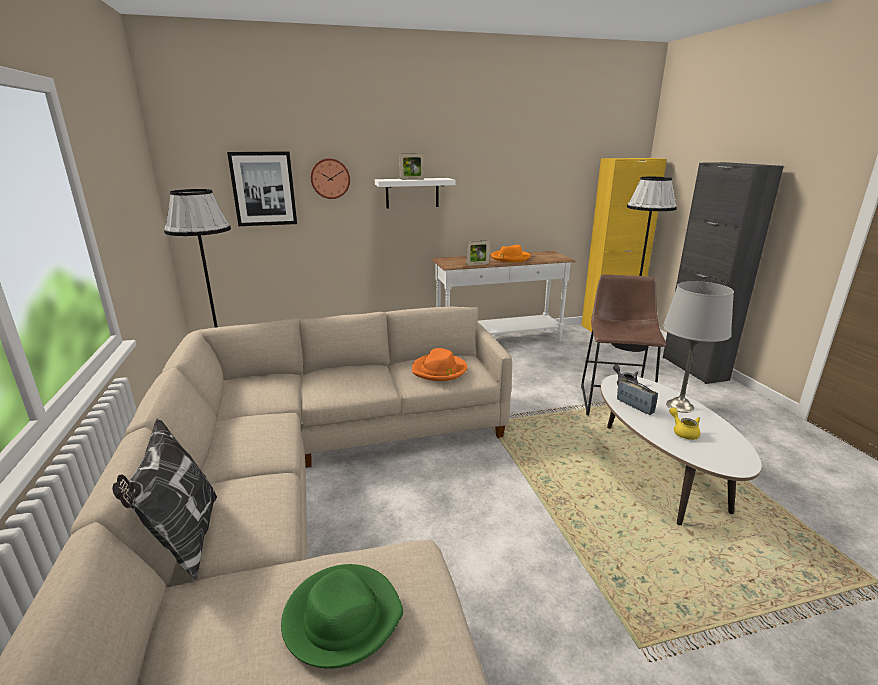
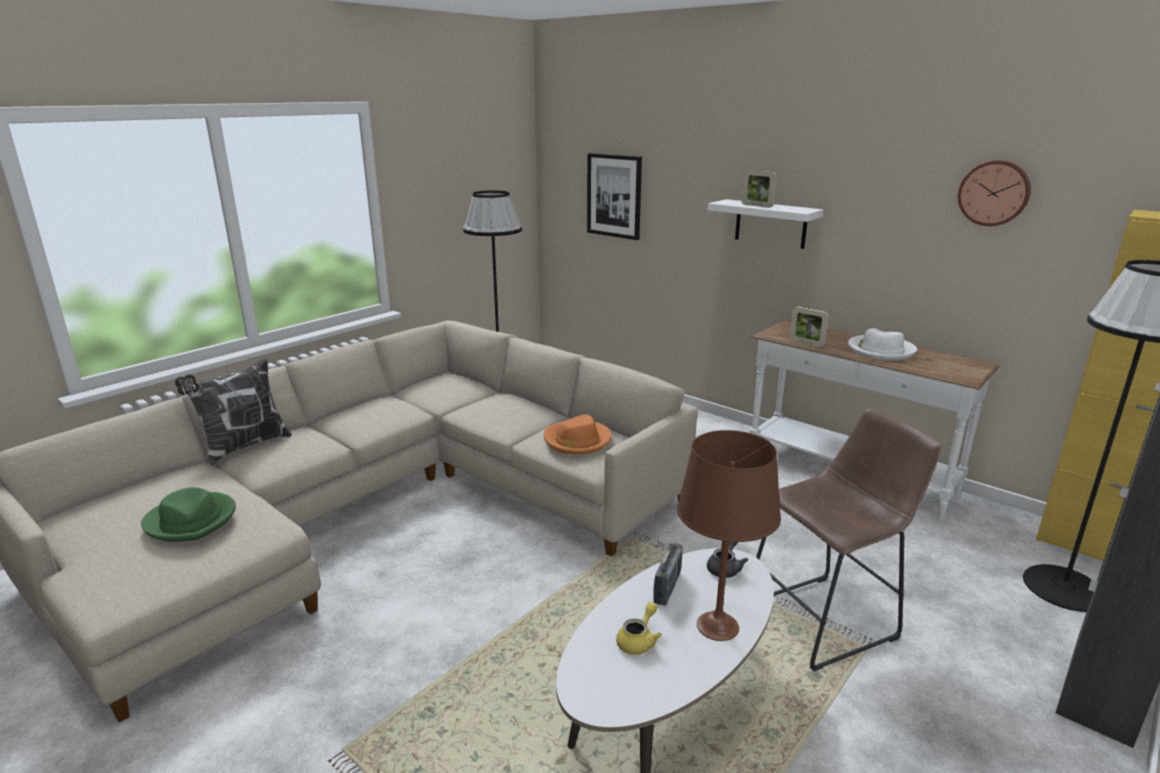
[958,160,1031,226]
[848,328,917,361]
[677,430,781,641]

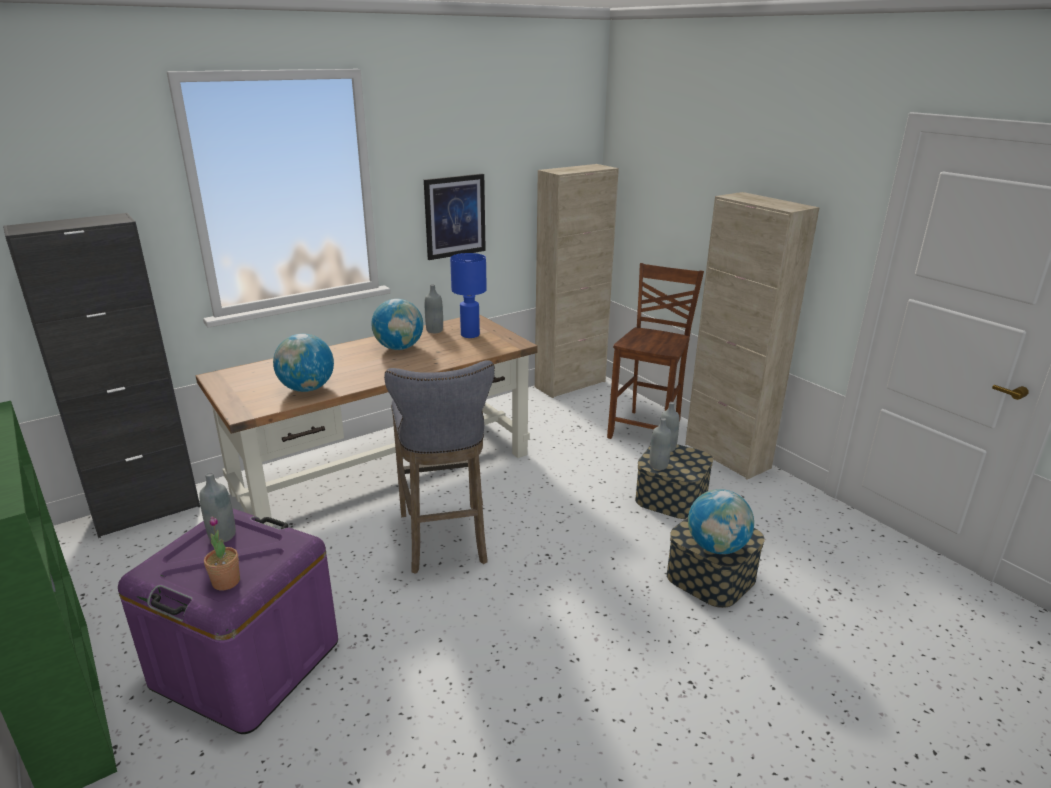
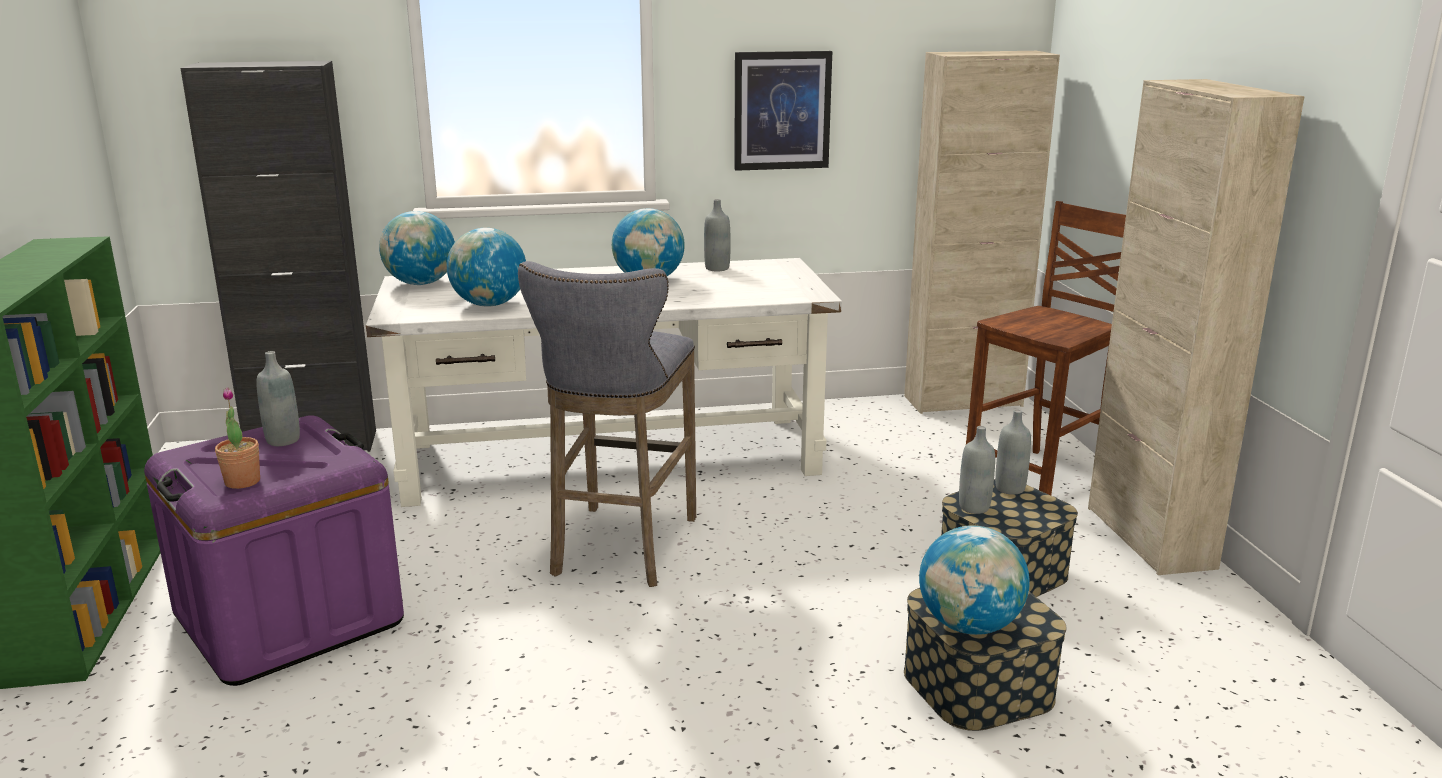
[366,258,842,507]
[450,253,487,338] (first image)
[379,211,455,285]

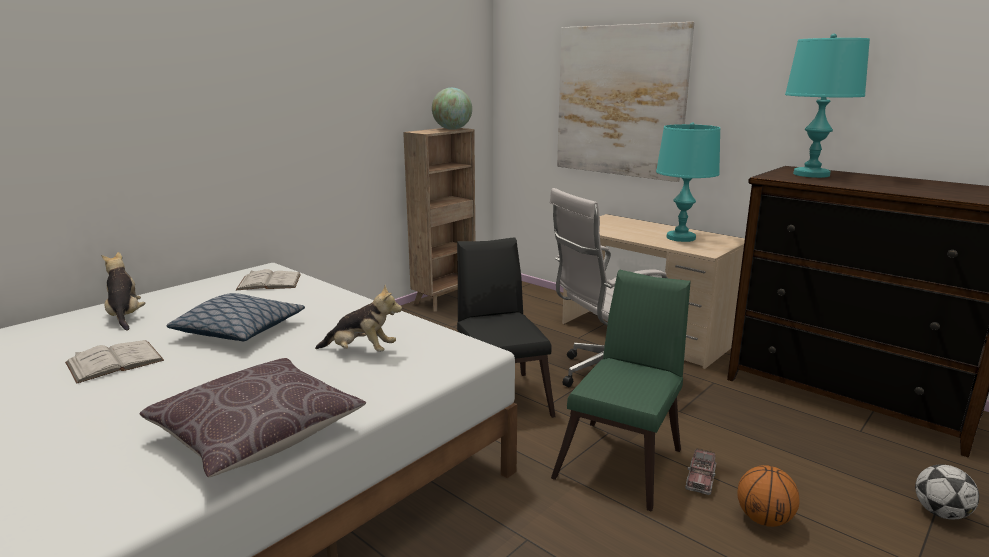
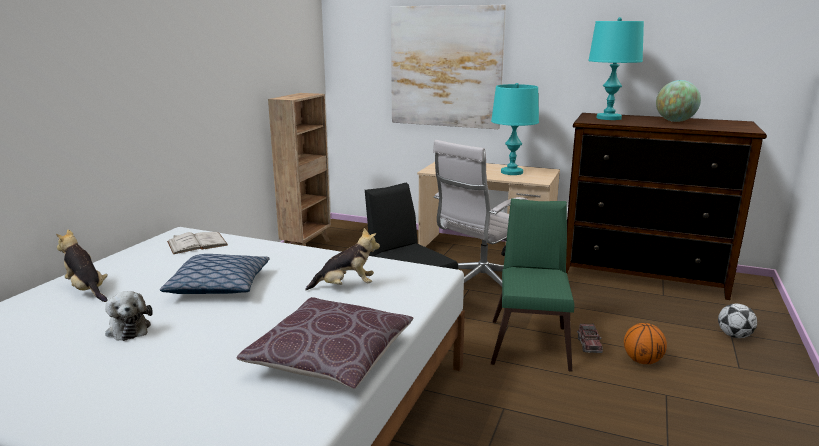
[105,291,153,341]
[656,80,701,122]

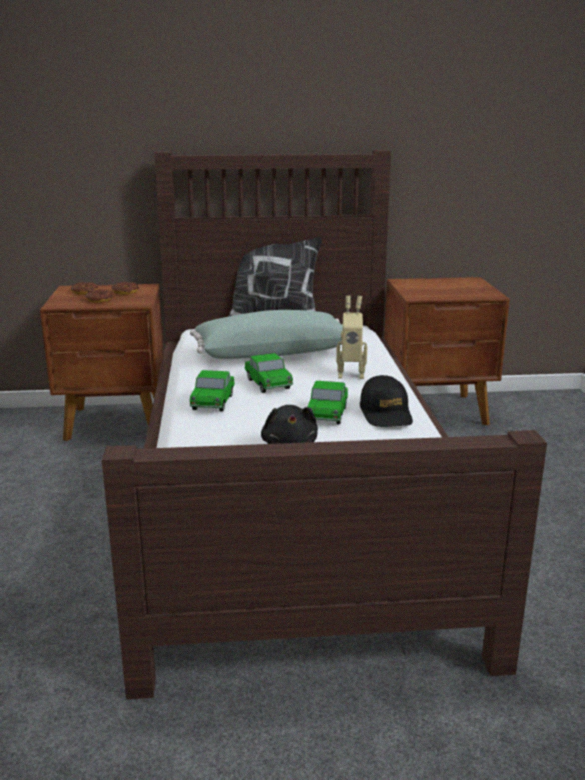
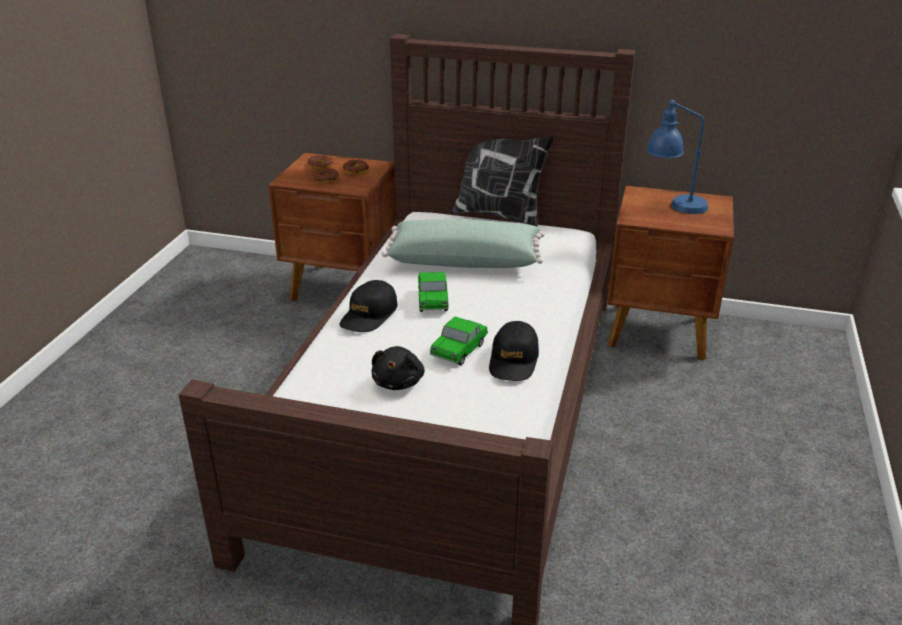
[339,280,398,332]
[336,295,368,379] (first image)
[646,100,708,214]

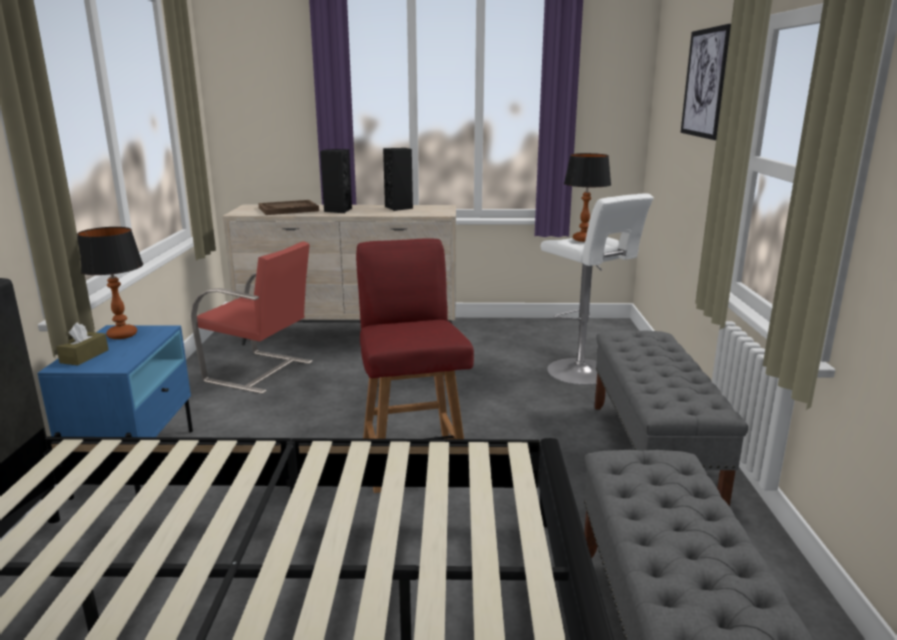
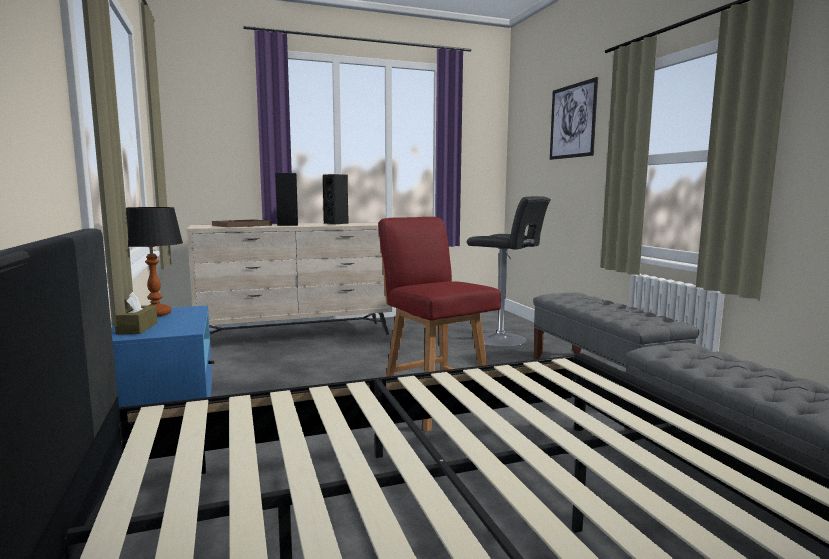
[191,241,312,394] (first image)
[467,196,551,347]
[564,153,611,242] (first image)

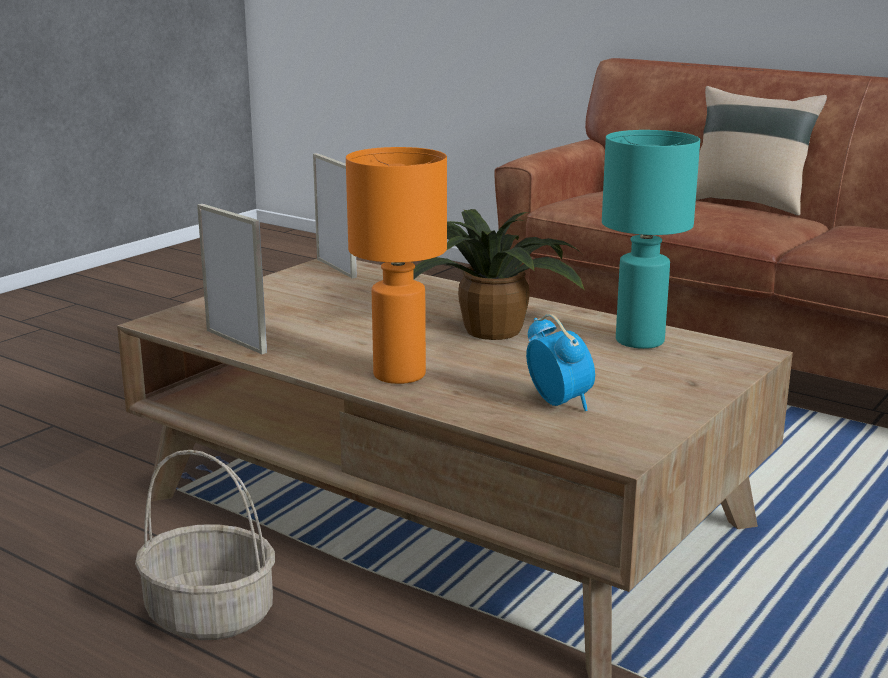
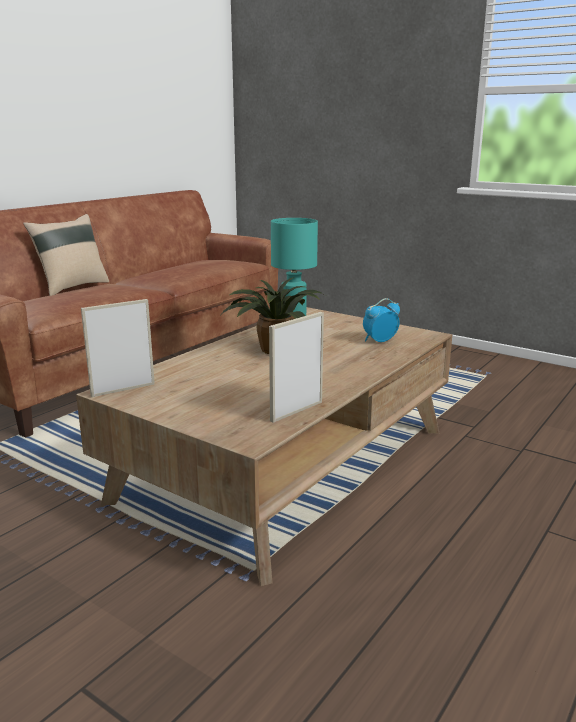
[135,450,275,640] (first image)
[346,147,447,384] (first image)

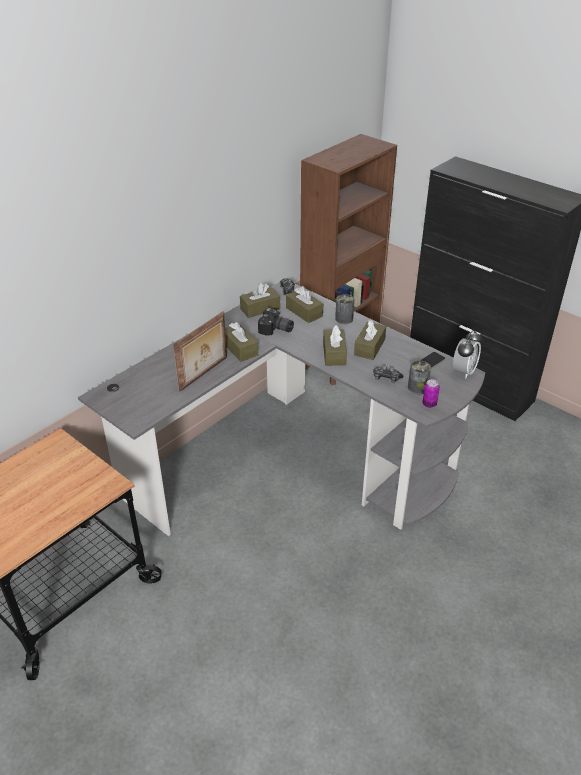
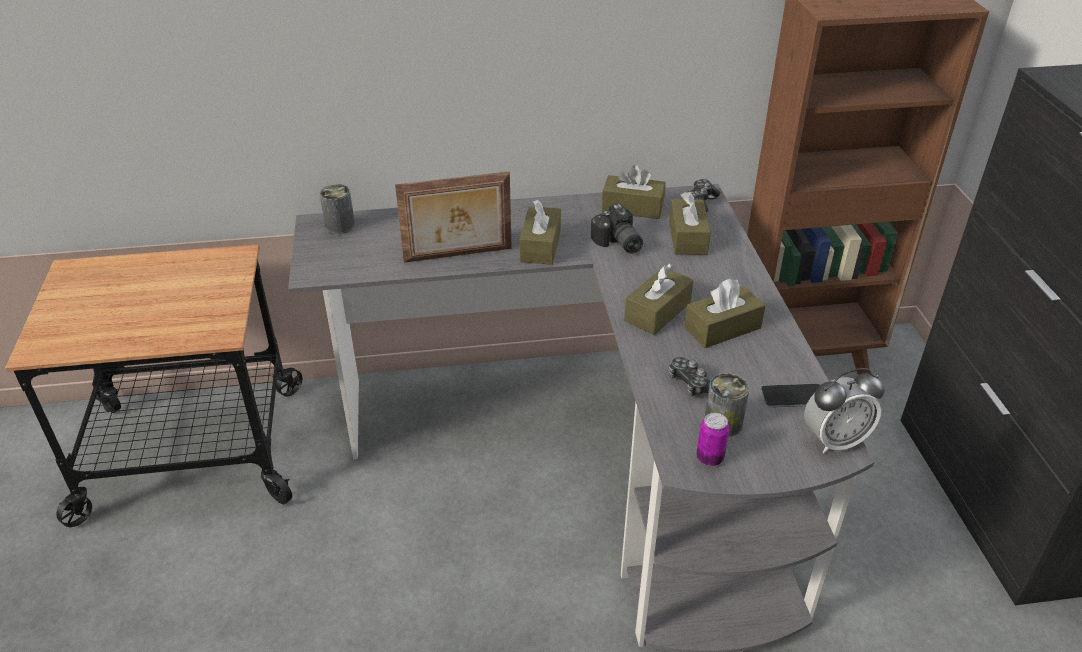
[320,184,355,234]

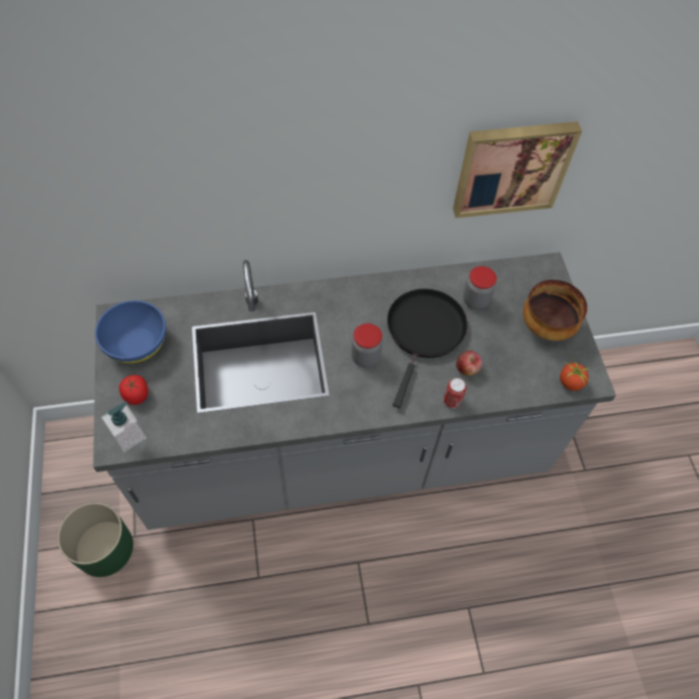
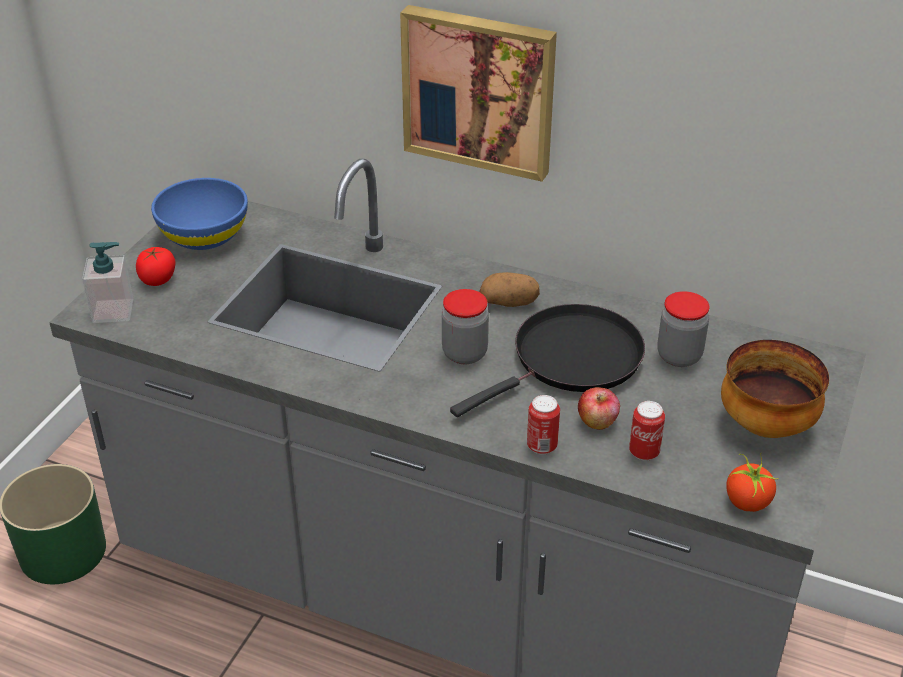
[400,5,557,182]
[479,272,540,307]
[629,401,665,461]

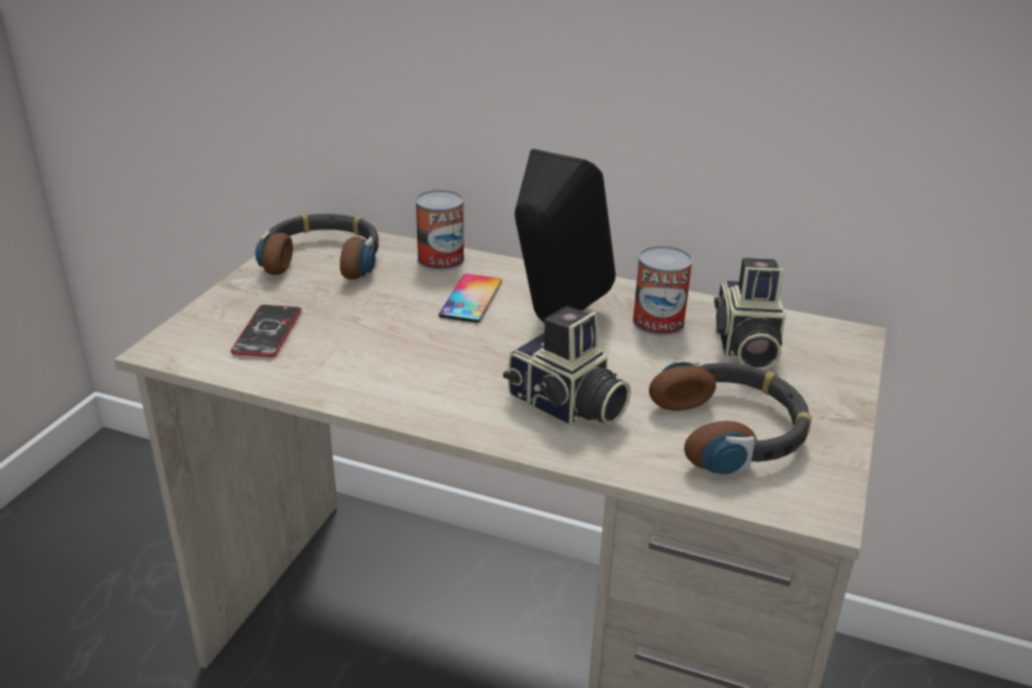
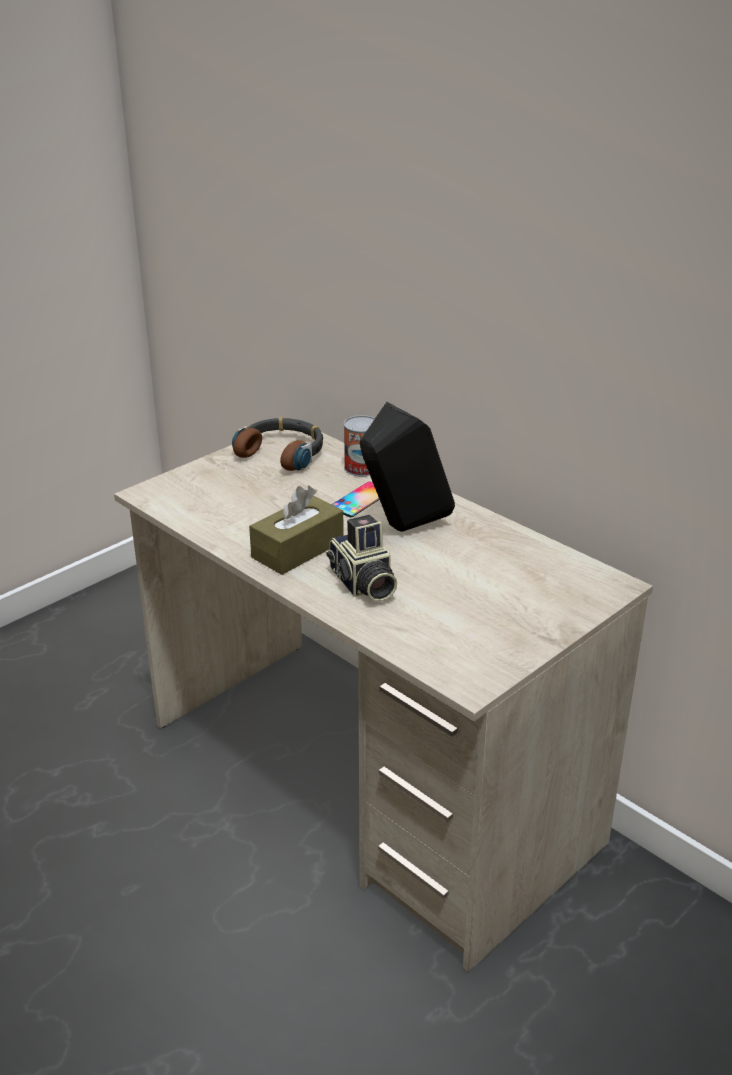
[231,305,302,357] (first image)
[632,245,693,336] (first image)
[649,360,811,476] (first image)
[714,258,786,370] (first image)
[249,486,344,575]

